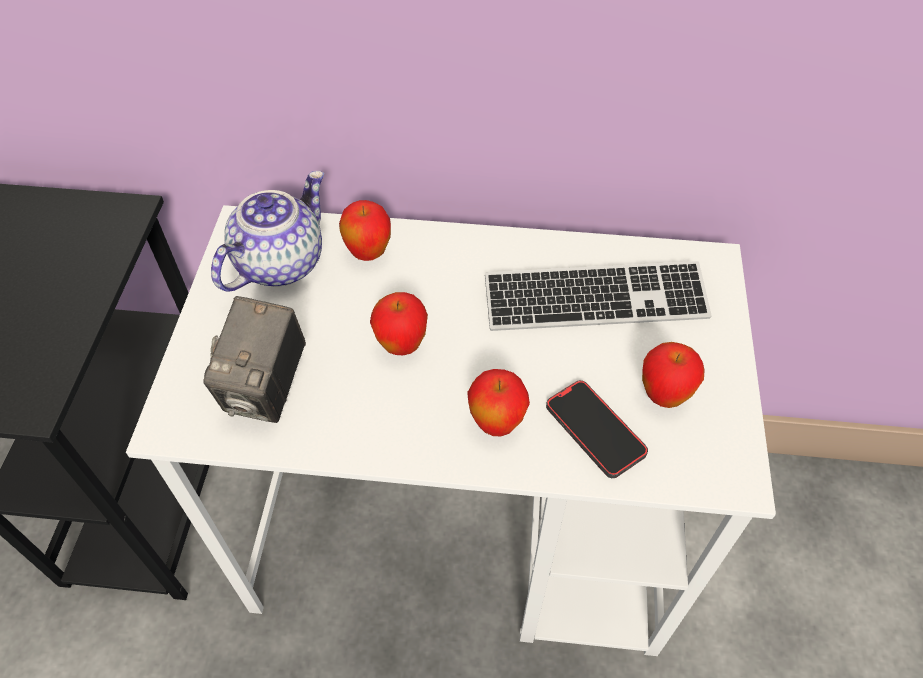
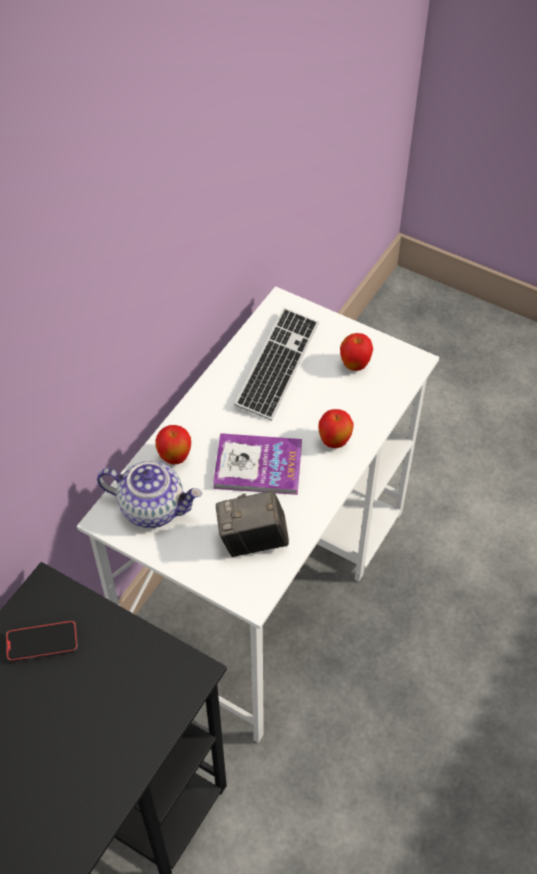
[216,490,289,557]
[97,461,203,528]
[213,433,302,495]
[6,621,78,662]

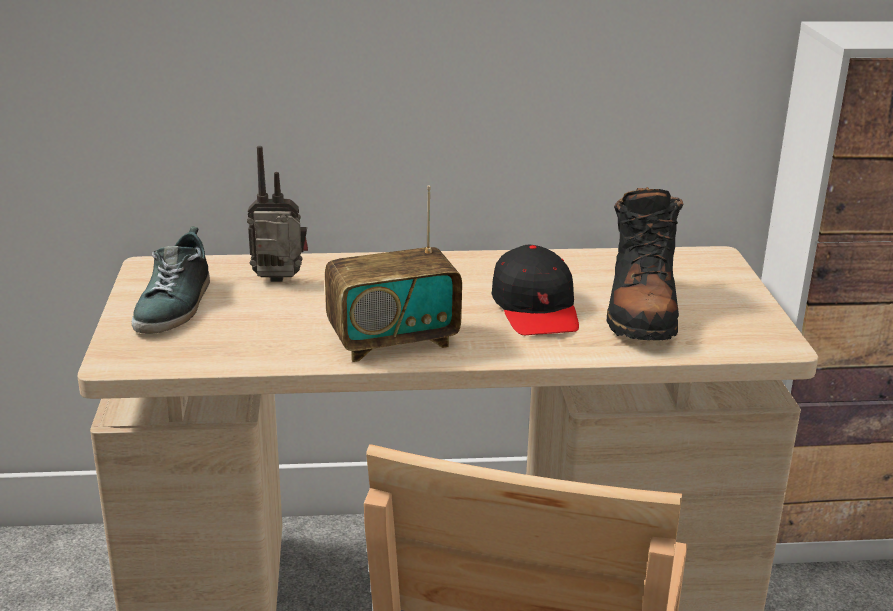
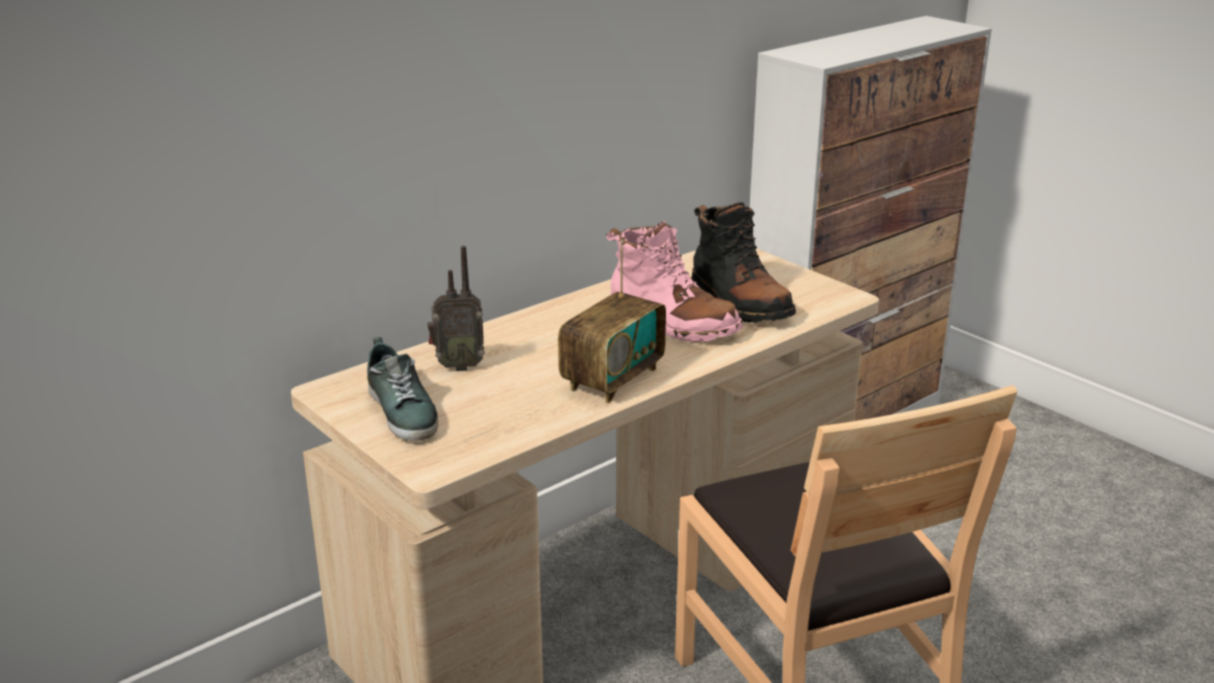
[428,246,485,371]
[606,221,743,343]

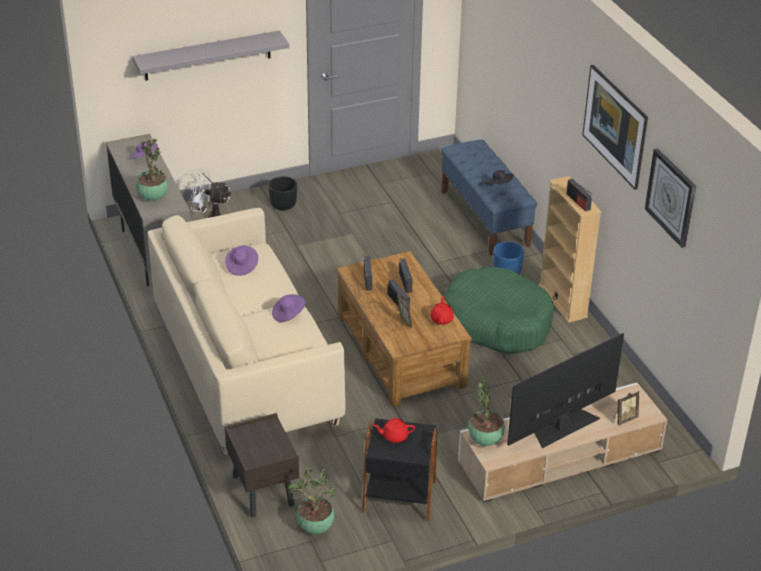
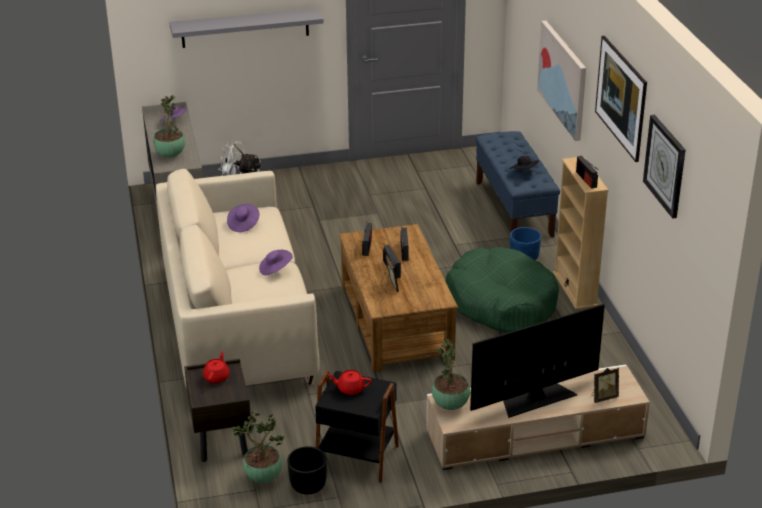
[287,446,327,495]
[203,351,230,383]
[537,21,586,141]

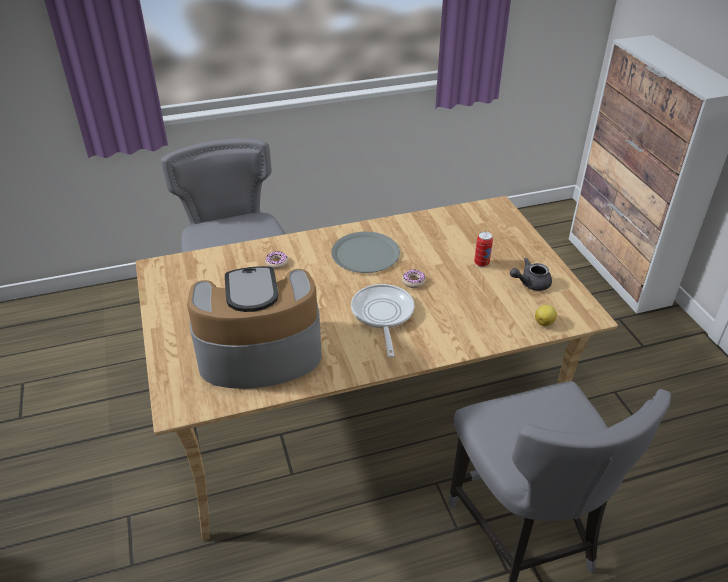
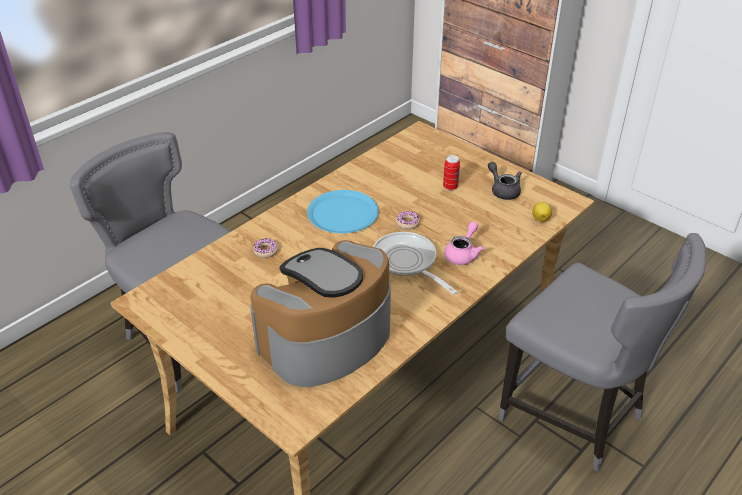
[307,190,379,233]
[488,162,522,200]
[444,221,484,265]

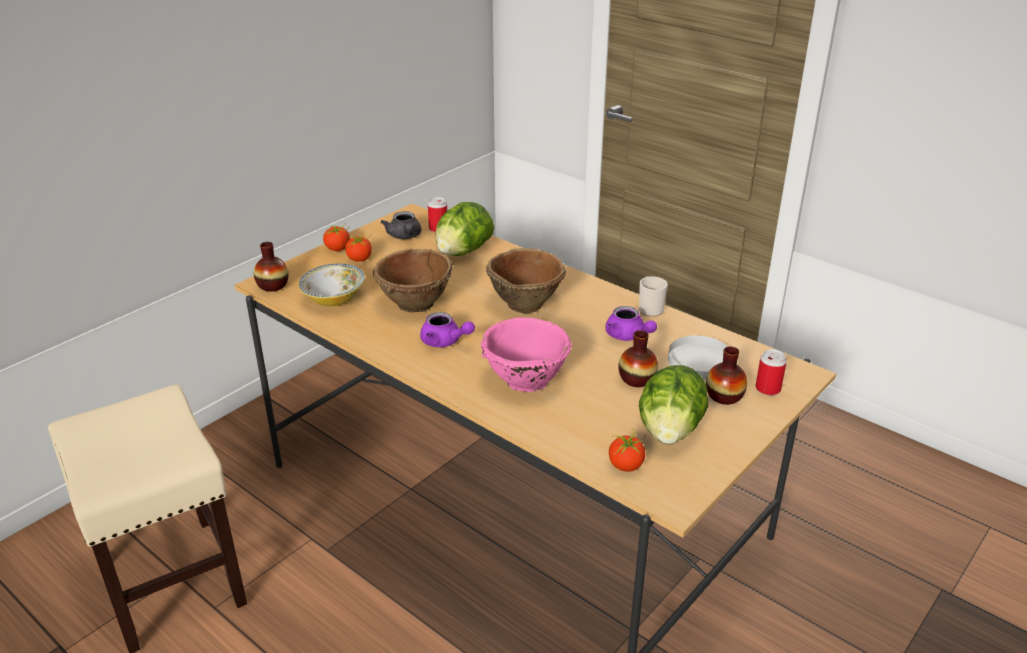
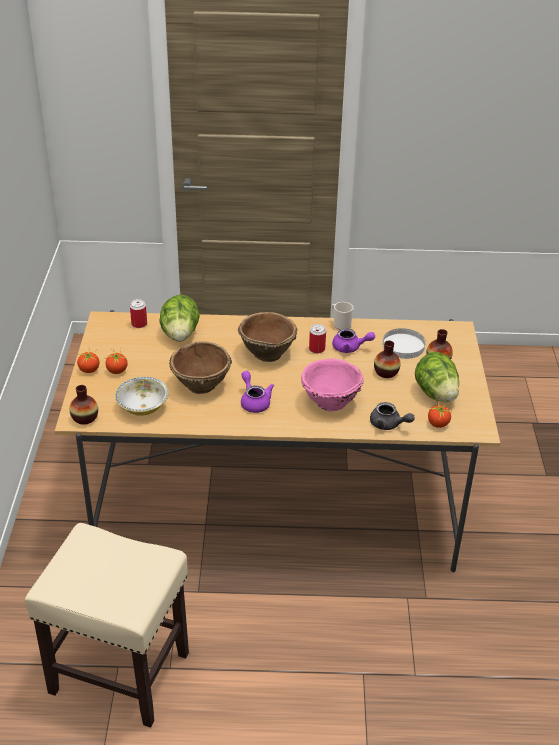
[370,402,415,430]
[241,371,274,413]
[309,324,326,354]

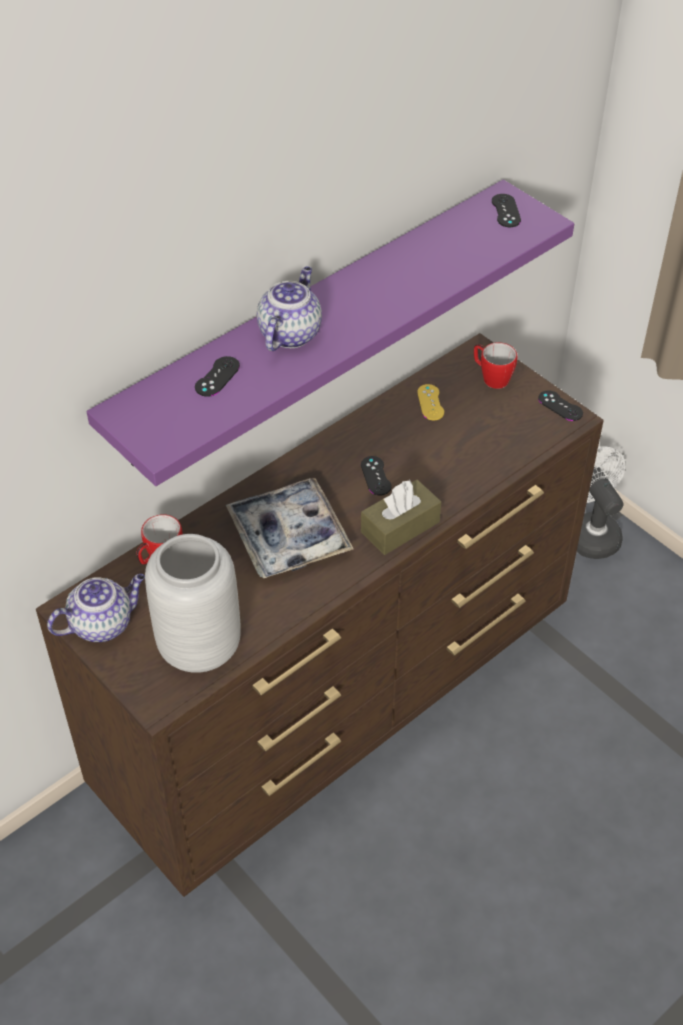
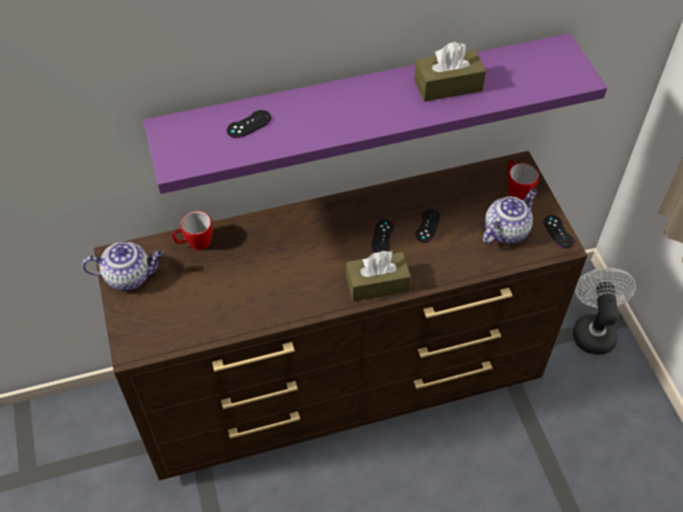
[145,534,241,673] (first image)
[226,478,354,578] (first image)
[483,189,537,244]
[417,384,444,420] (first image)
[415,209,440,242]
[414,42,486,102]

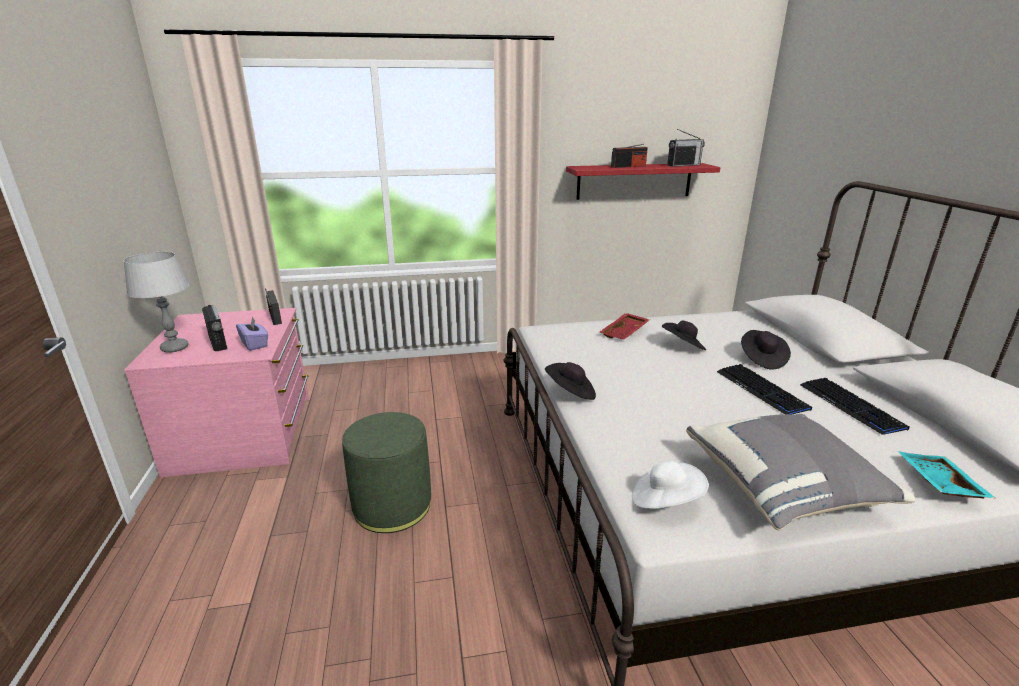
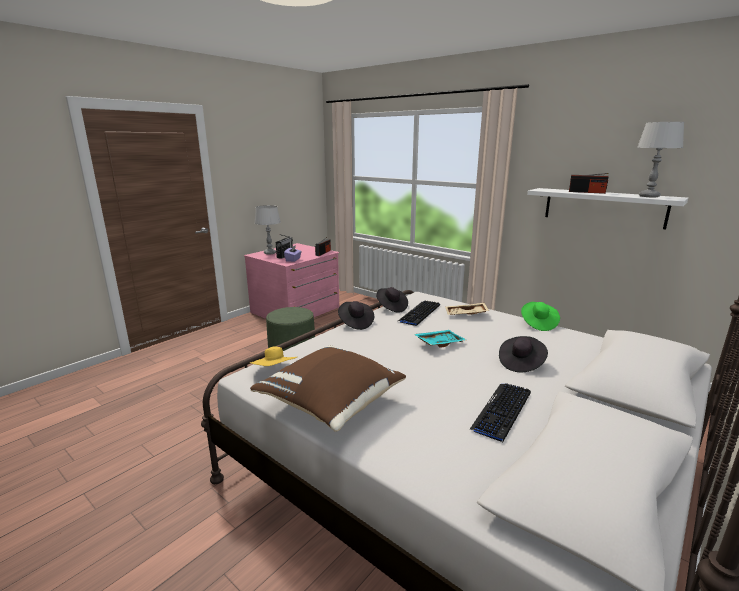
[527,188,688,229]
[445,303,489,315]
[250,346,297,366]
[376,287,408,313]
[637,122,684,197]
[250,345,406,432]
[398,301,440,326]
[414,330,466,348]
[521,302,560,331]

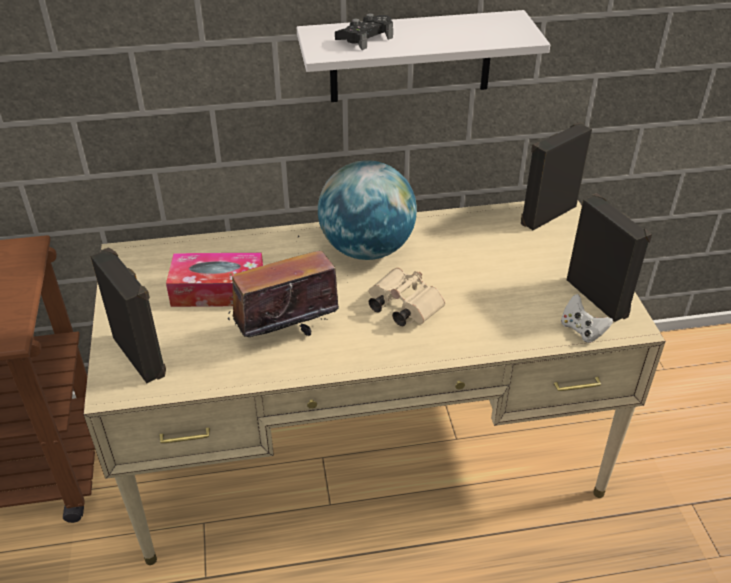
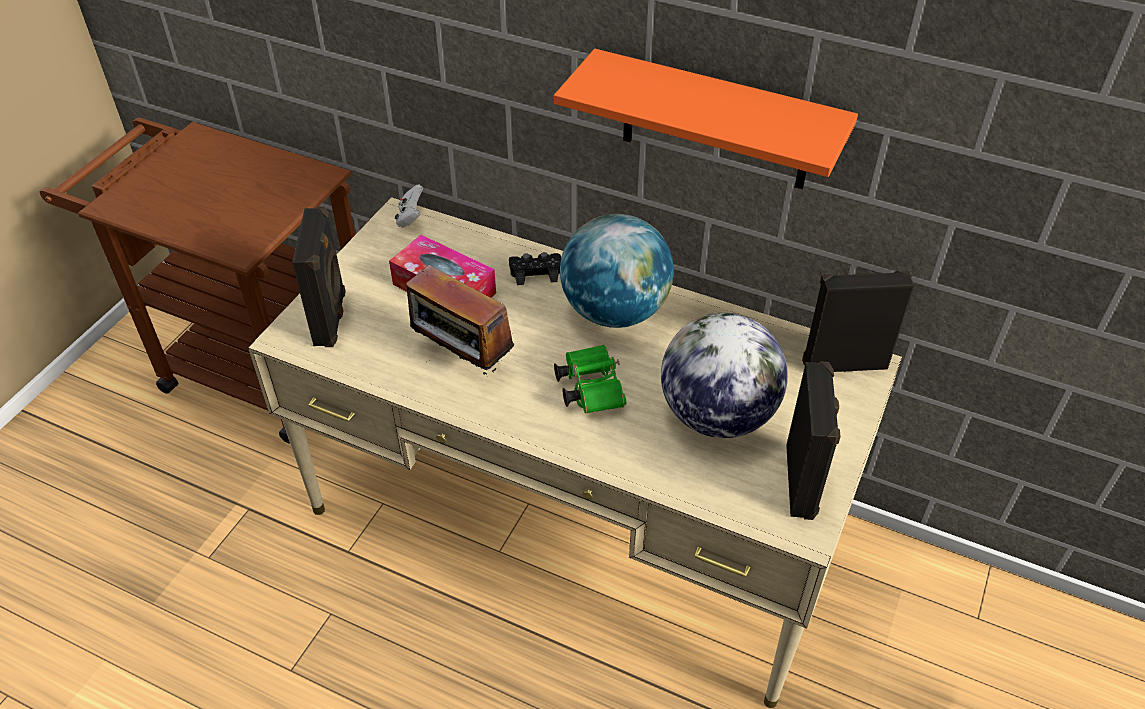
[406,265,514,374]
[554,49,858,189]
[509,252,561,285]
[554,344,626,414]
[395,185,423,228]
[661,313,788,438]

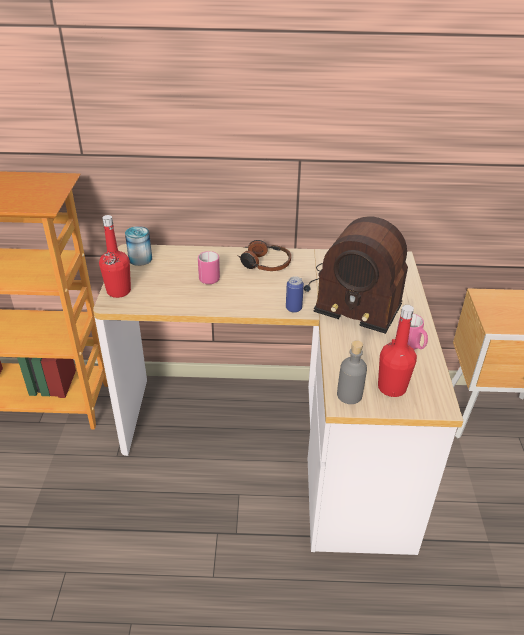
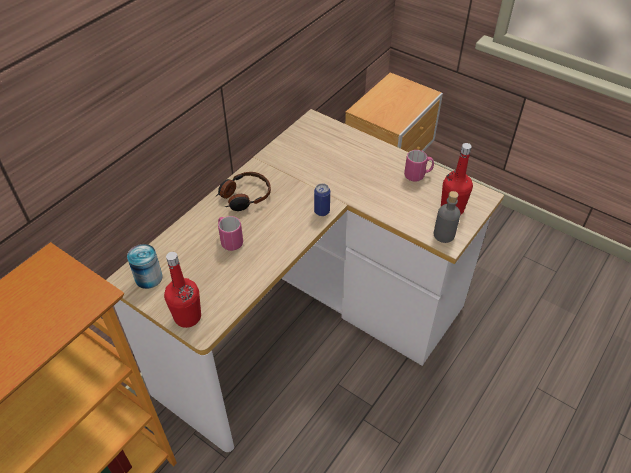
[304,216,408,334] (first image)

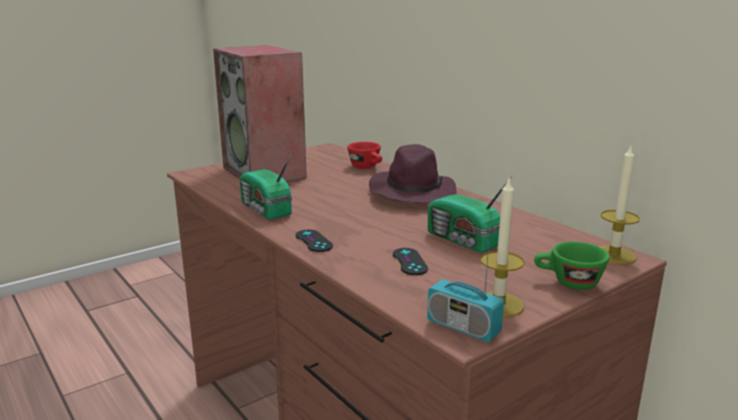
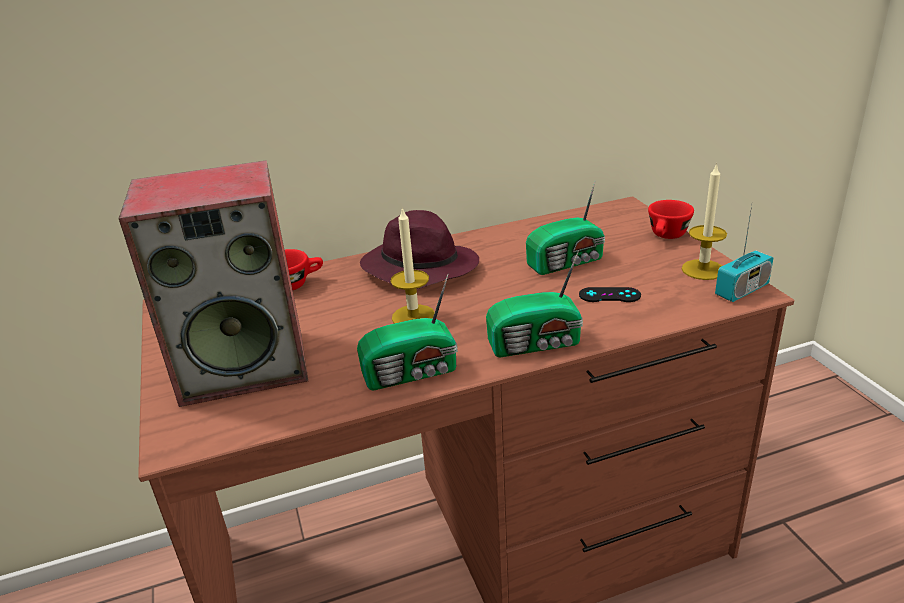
[486,250,583,357]
[648,200,694,239]
[391,207,435,323]

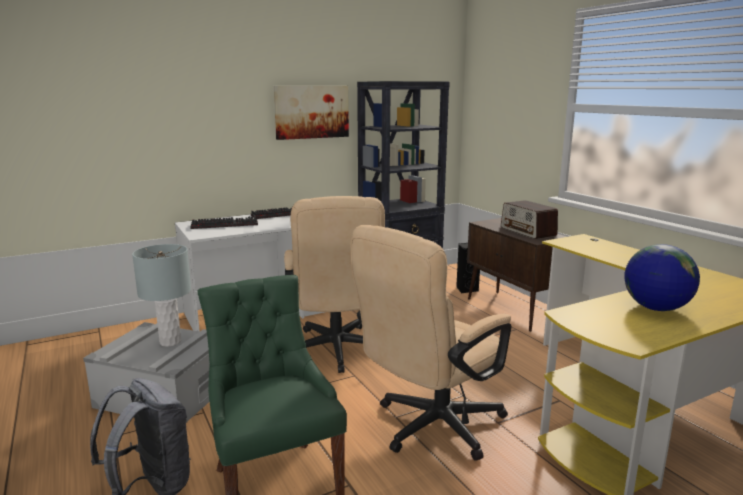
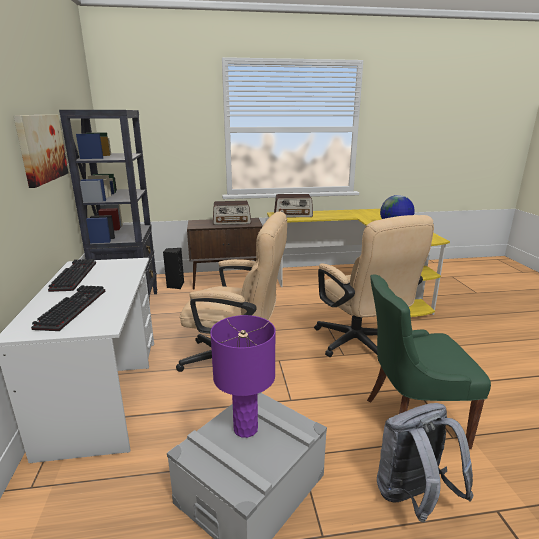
[210,315,276,438]
[274,194,313,217]

